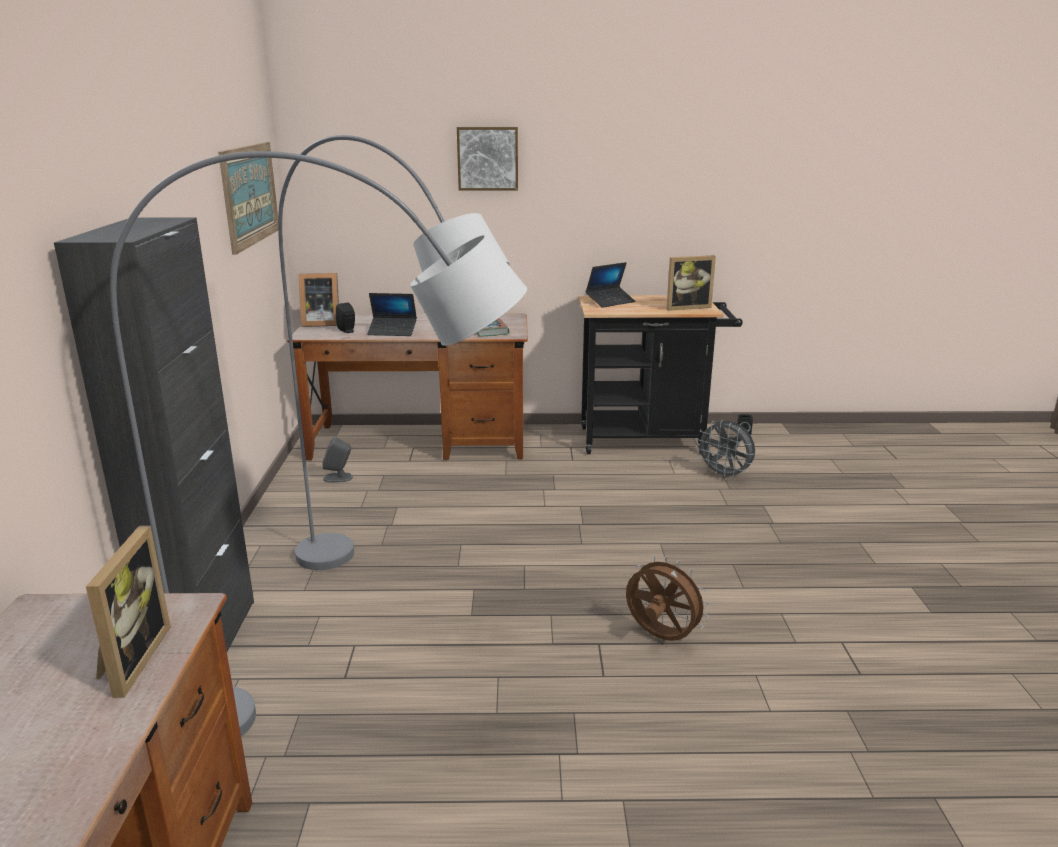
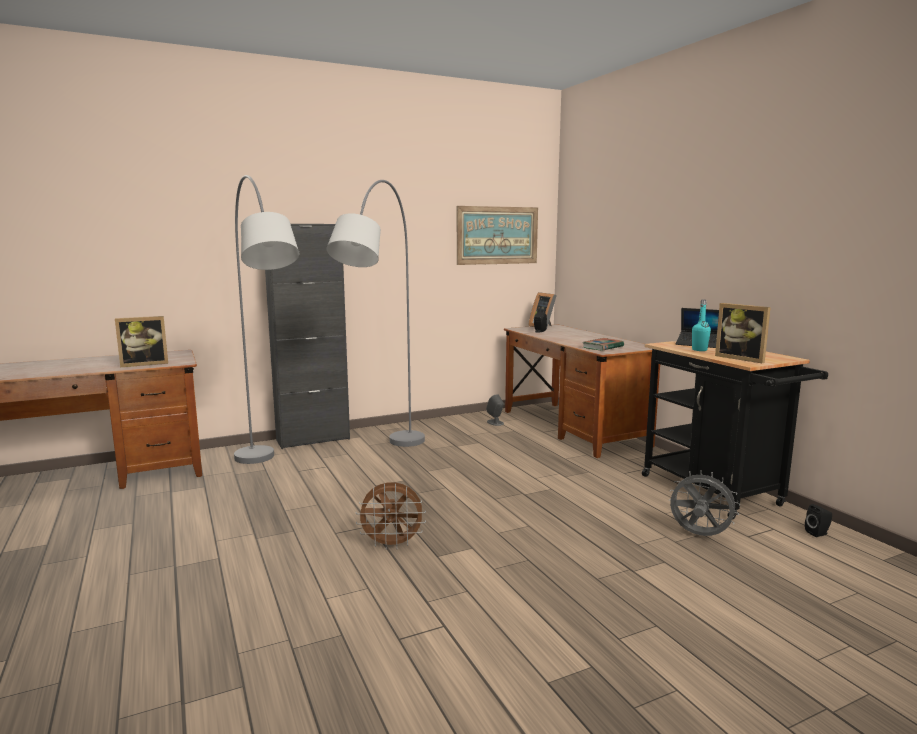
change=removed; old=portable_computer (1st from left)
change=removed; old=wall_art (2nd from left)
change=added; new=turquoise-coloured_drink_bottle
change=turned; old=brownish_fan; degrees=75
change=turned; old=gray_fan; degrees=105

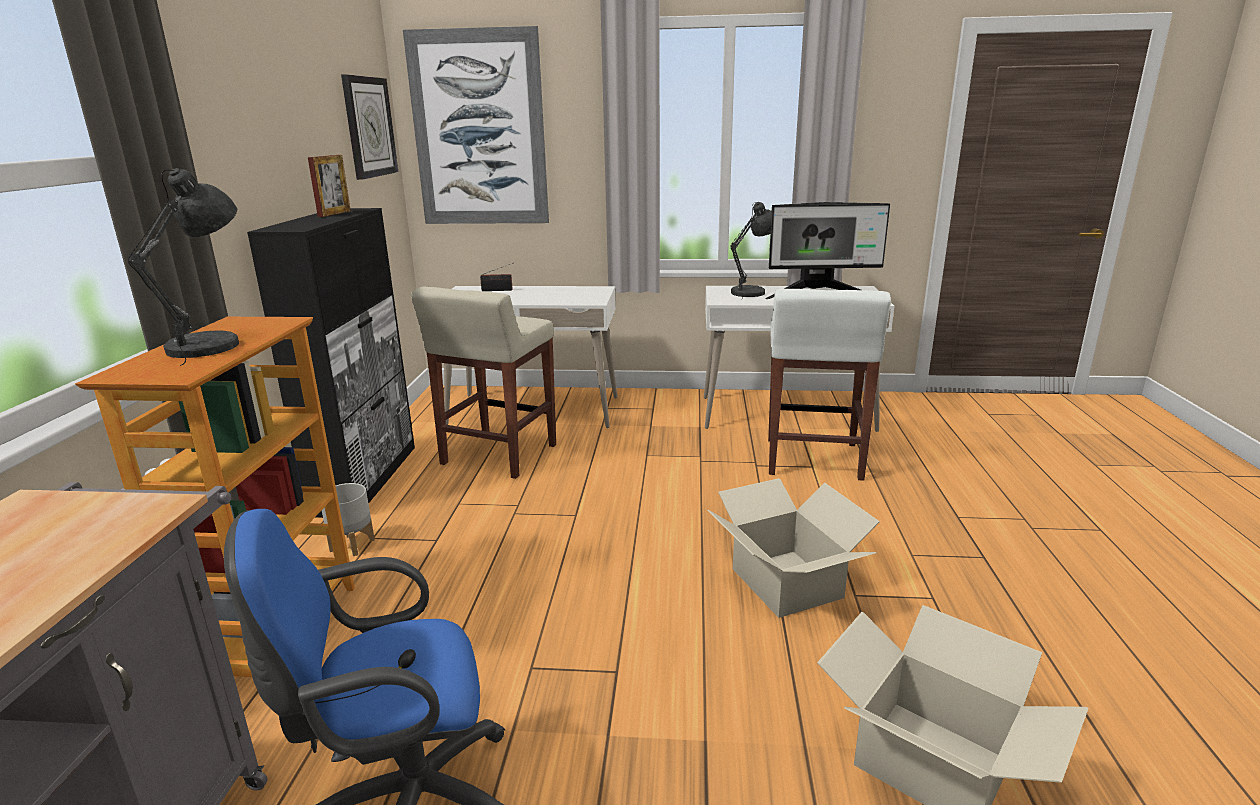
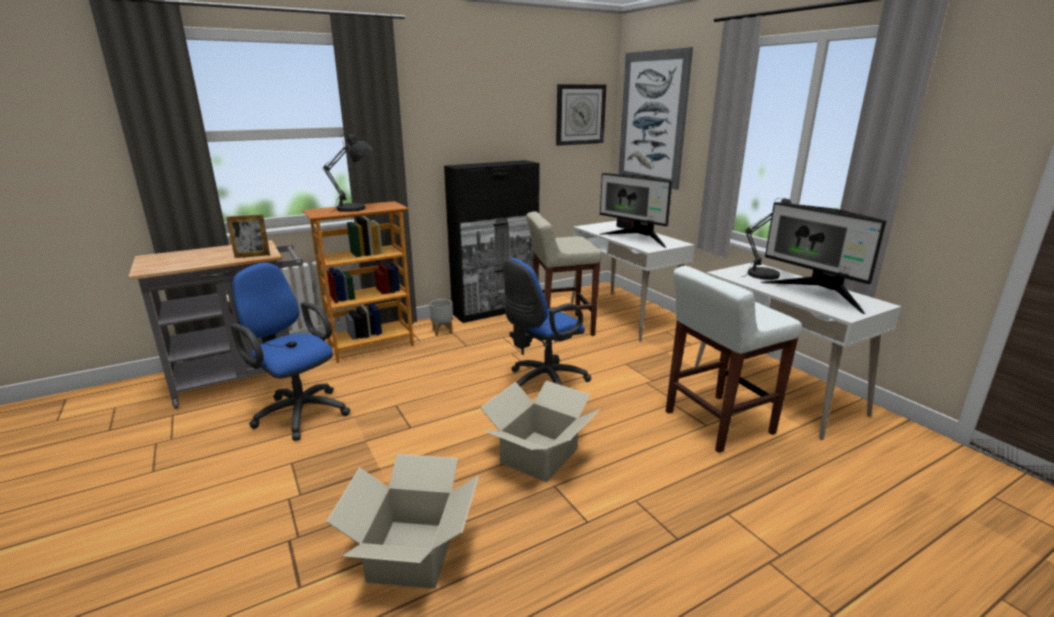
change=added; new=blue-coloured_desk_chair (2nd from left)
change=added; new=computer_display (1st from left)
change=moved; old=photo_frame

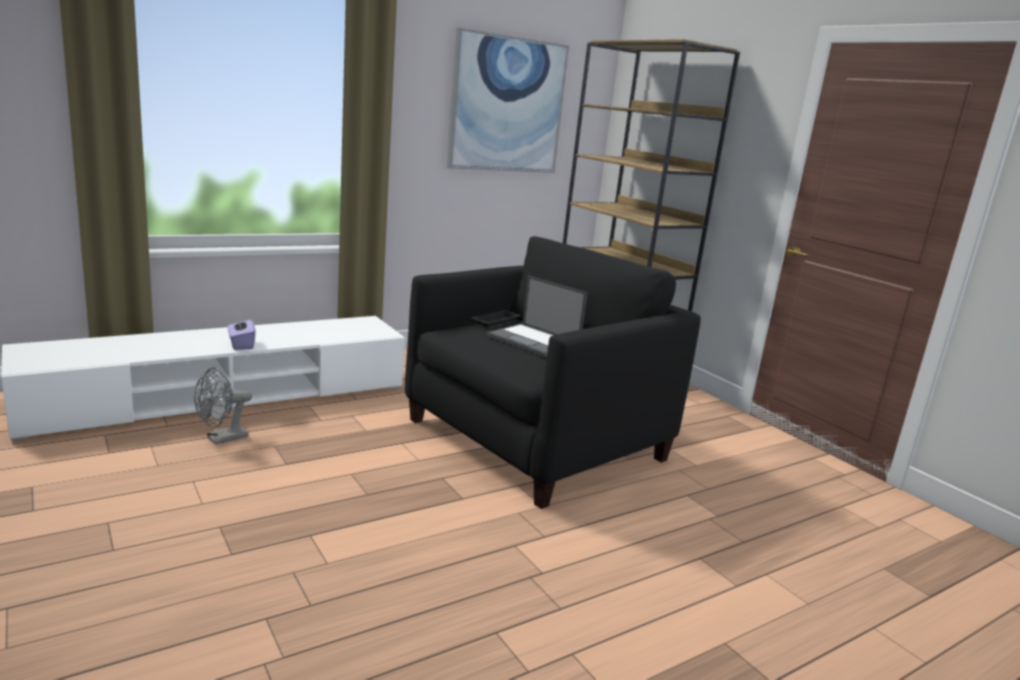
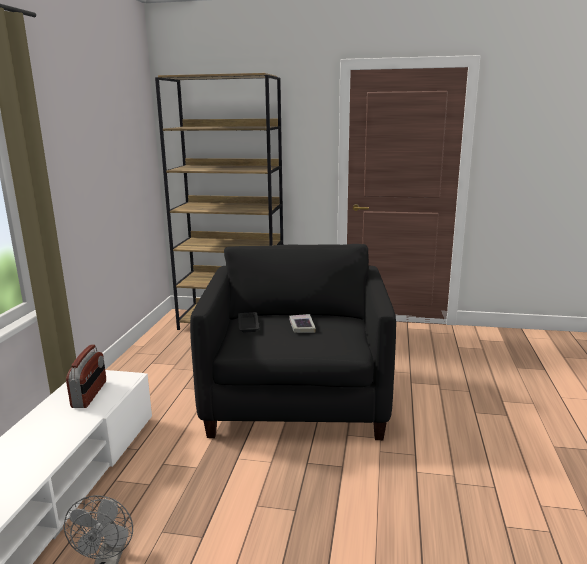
change=removed; old=purple_tissue_box
change=removed; old=wall_art
change=added; new=radio_set
change=replaced; old=portable_computer; new=book

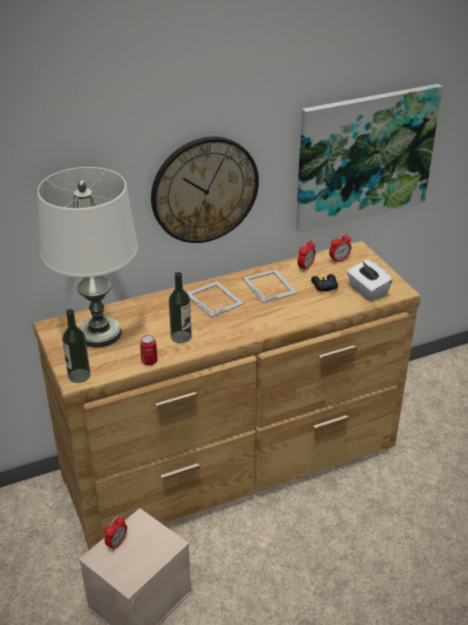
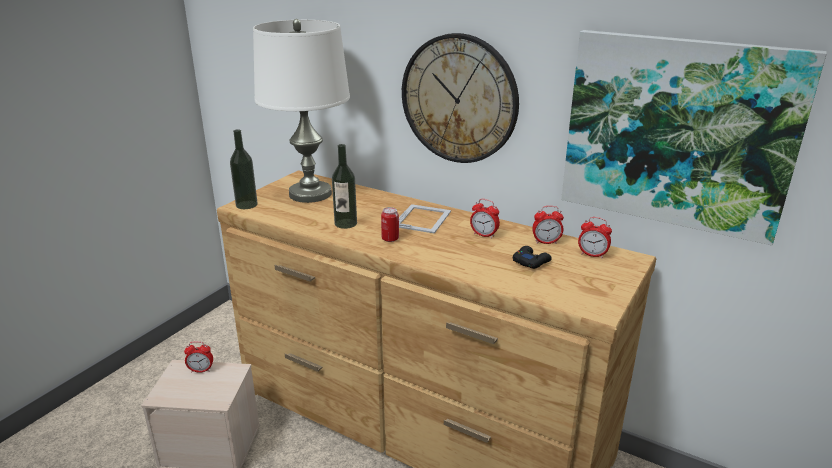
change=removed; old=white_tissue_box
change=moved; old=sealed_can
change=replaced; old=photo_frame (2nd from left); new=alarm_clock (2nd from left)

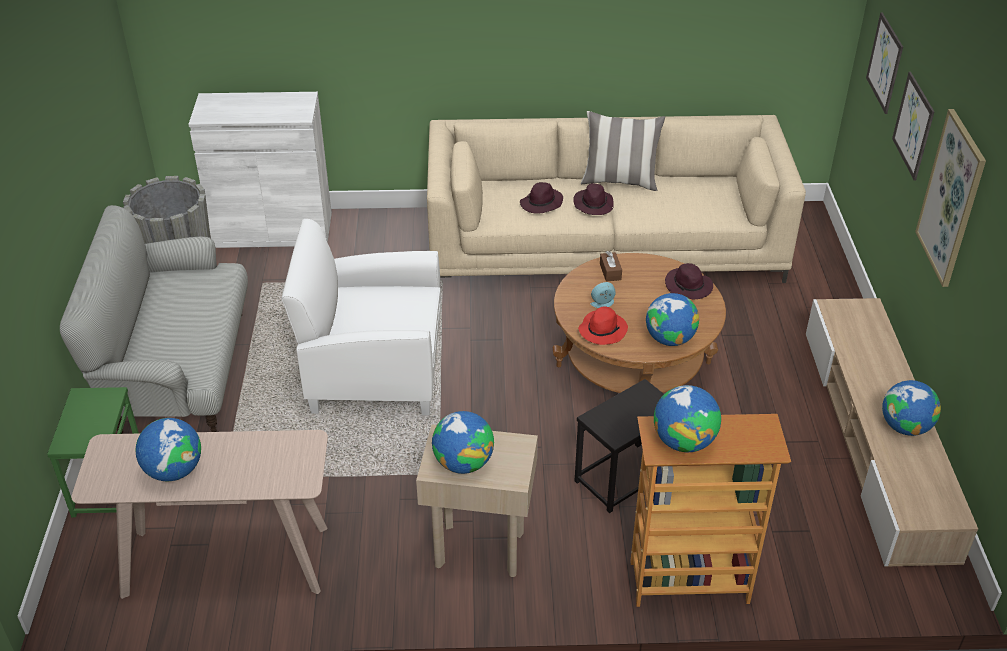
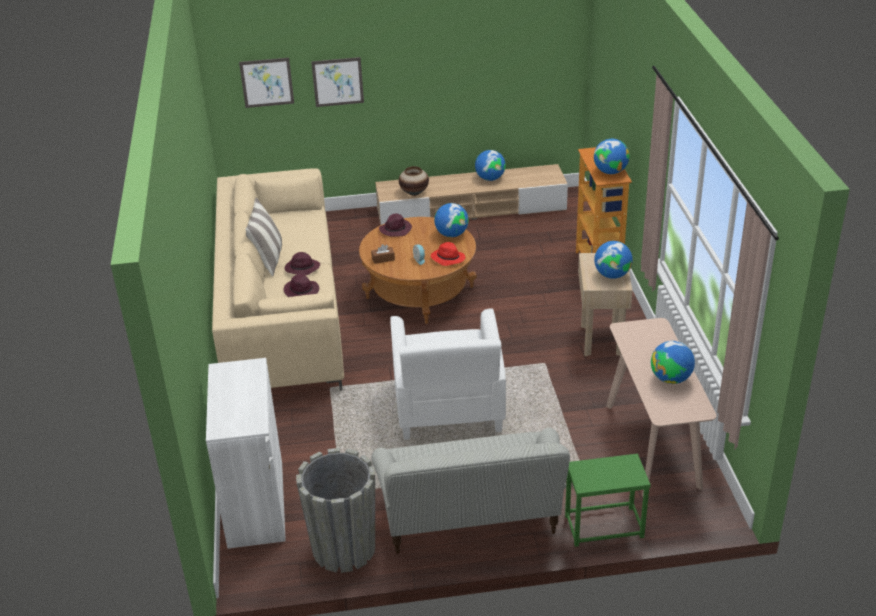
change=removed; old=blackish_accent_table
change=removed; old=wall_art (3rd from left)
change=added; new=vase

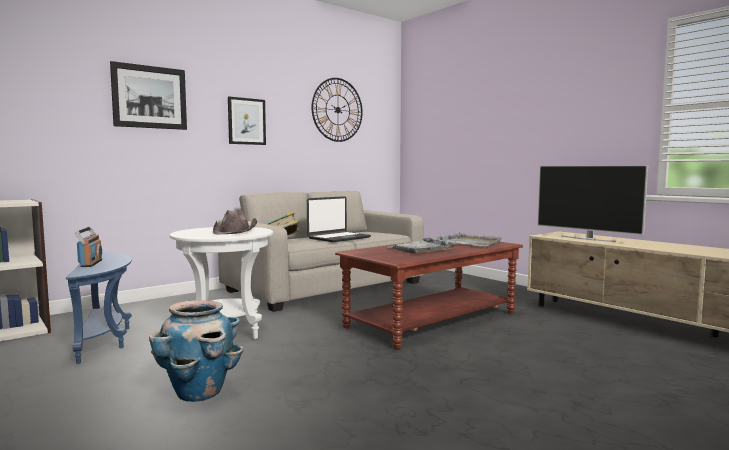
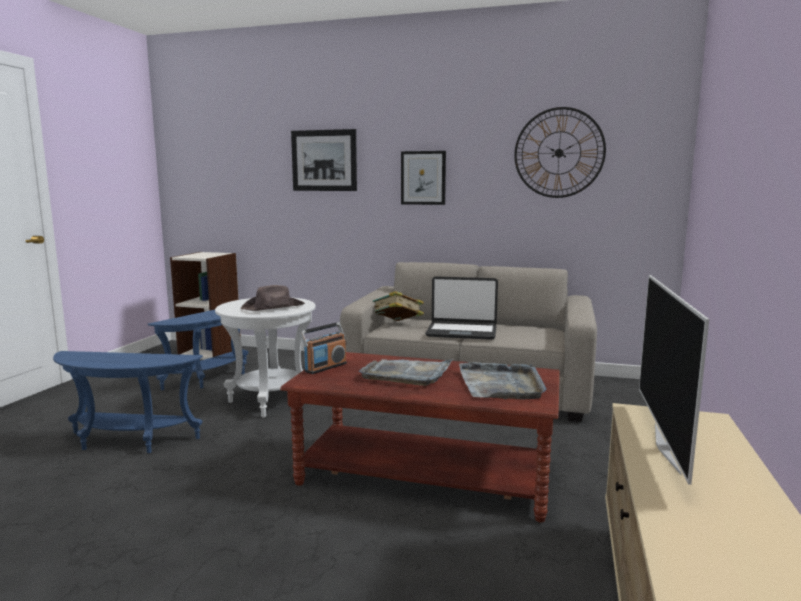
change=moved; old=radio_set
change=replaced; old=flower_pot; new=blue-coloured_accent_table (1st from left)

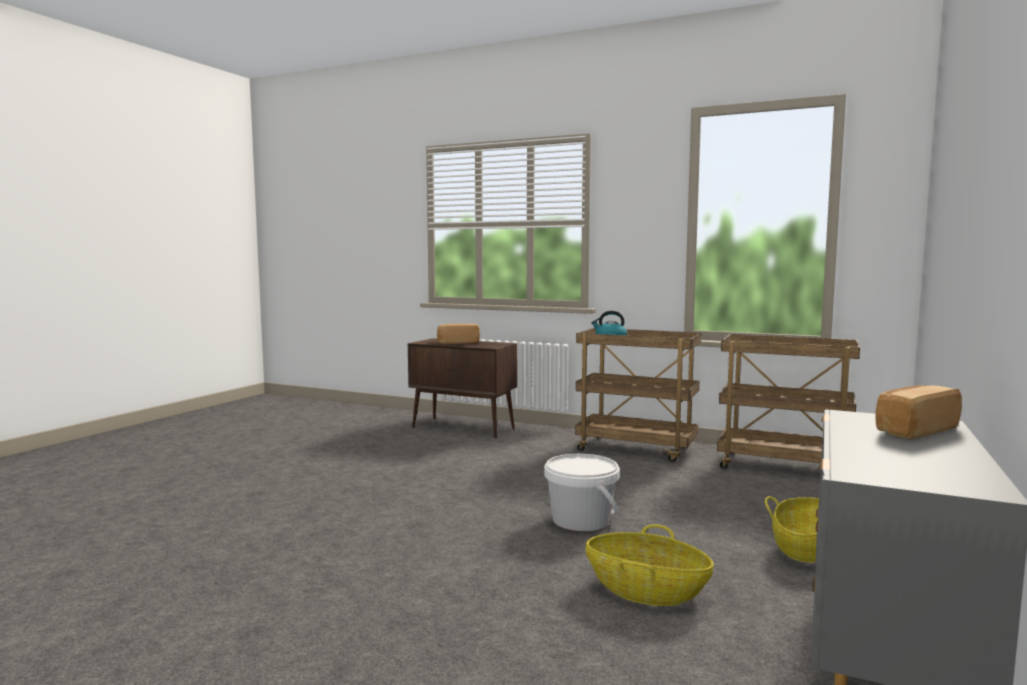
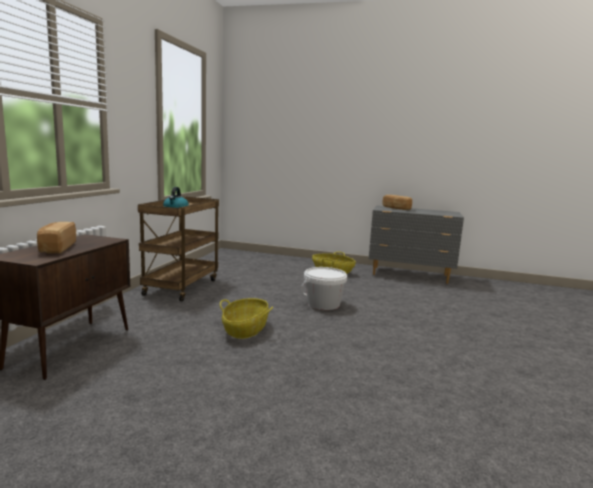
change=removed; old=brownish_trolley (2nd from left)
change=moved; old=basket (1st from left)

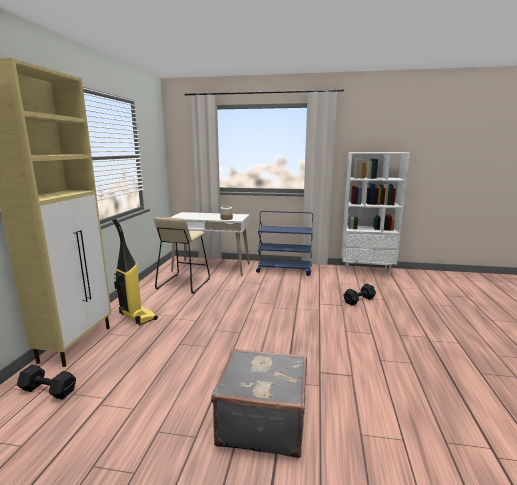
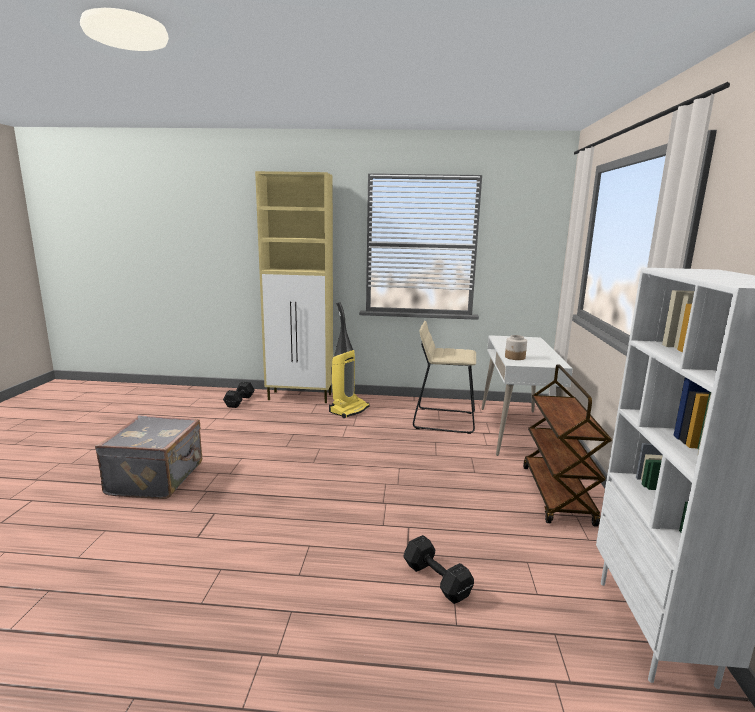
change=recoloured; old=blue-coloured_trolley; new=brownish_trolley

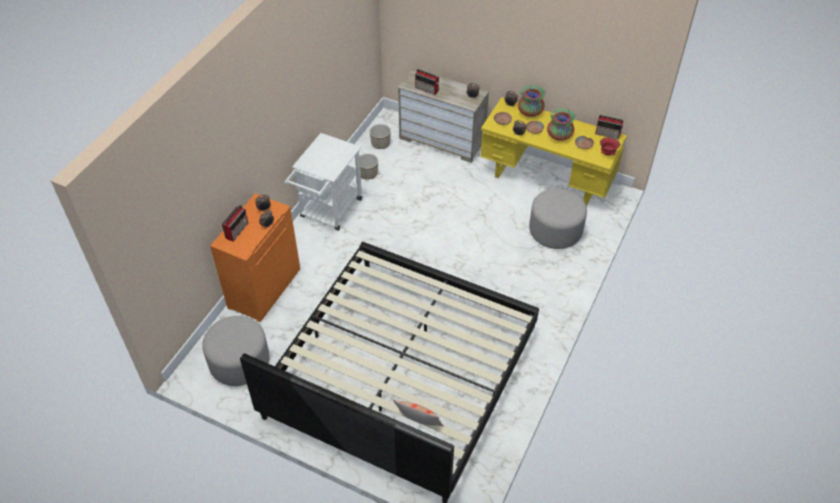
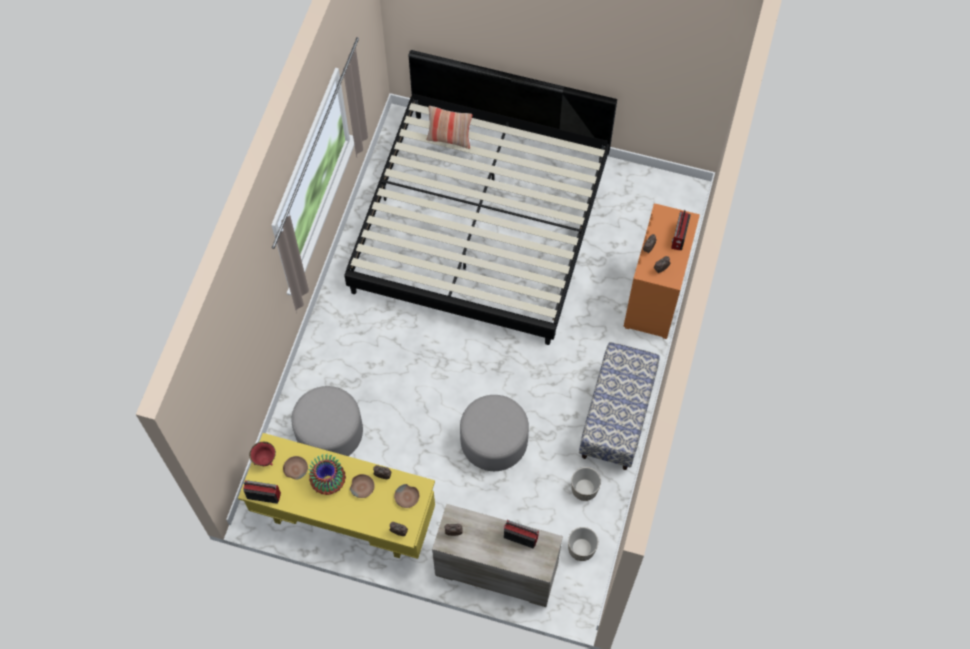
change=removed; old=vase (1st from left)
change=moved; old=gray_ottoman (1st from left in the first image); new=gray_ottoman (2nd from left)
change=replaced; old=white_trolley; new=bench

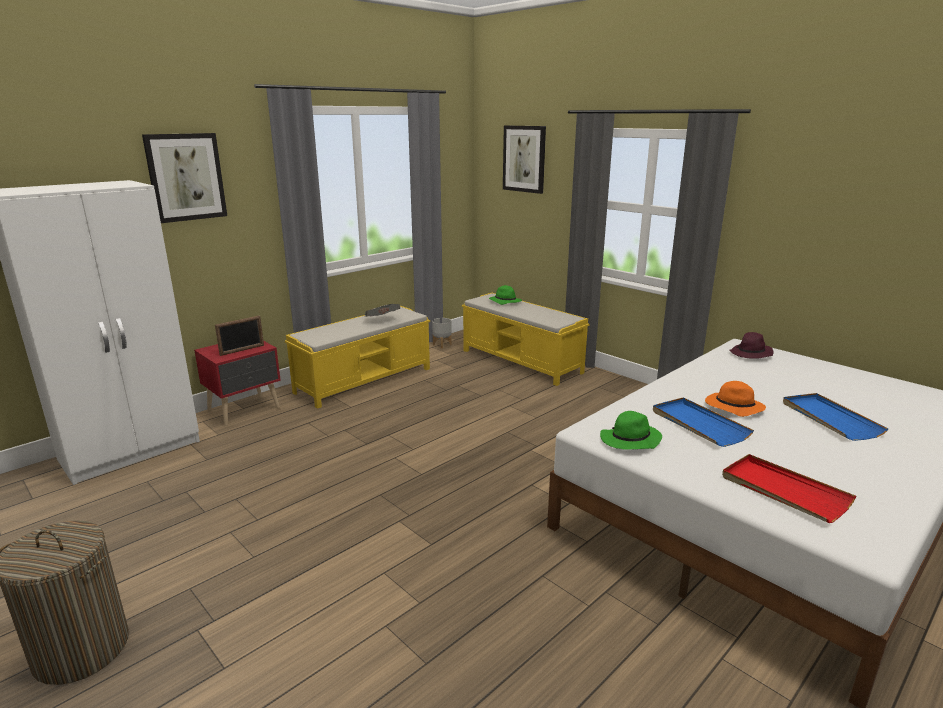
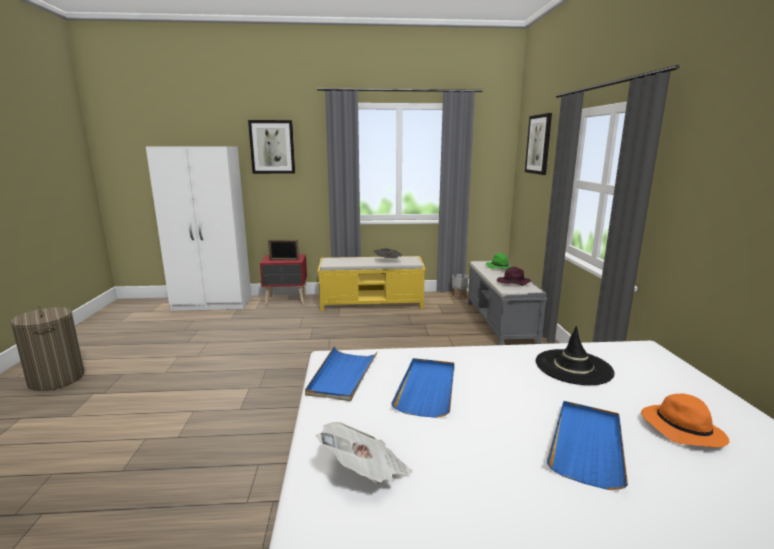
change=added; new=blackish_wearable_hat
change=moved; old=orange-coloured_wearable_hat
change=moved; old=purple_wearable_hat
change=replaced; old=green_wearable_hat (2nd from left); new=blue-coloured_carrying_tray (1st from left)
change=replaced; old=red-coloured_carrying_tray; new=newspaper (1st from left)
change=recoloured; old=yellow-coloured_bench (2nd from left); new=gray_bench

